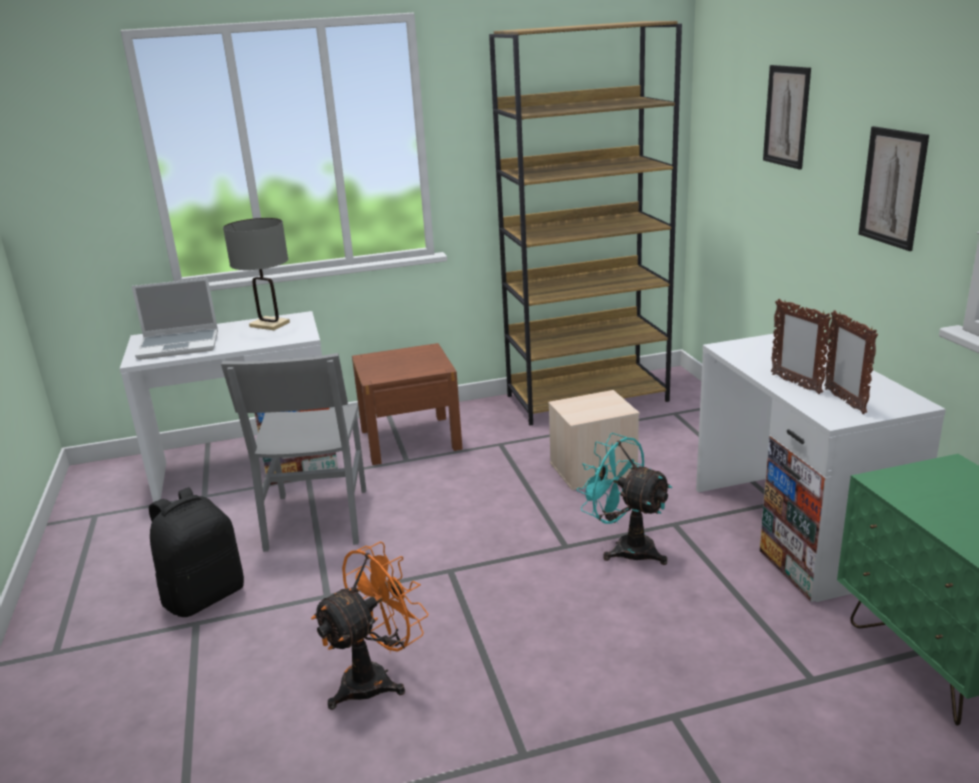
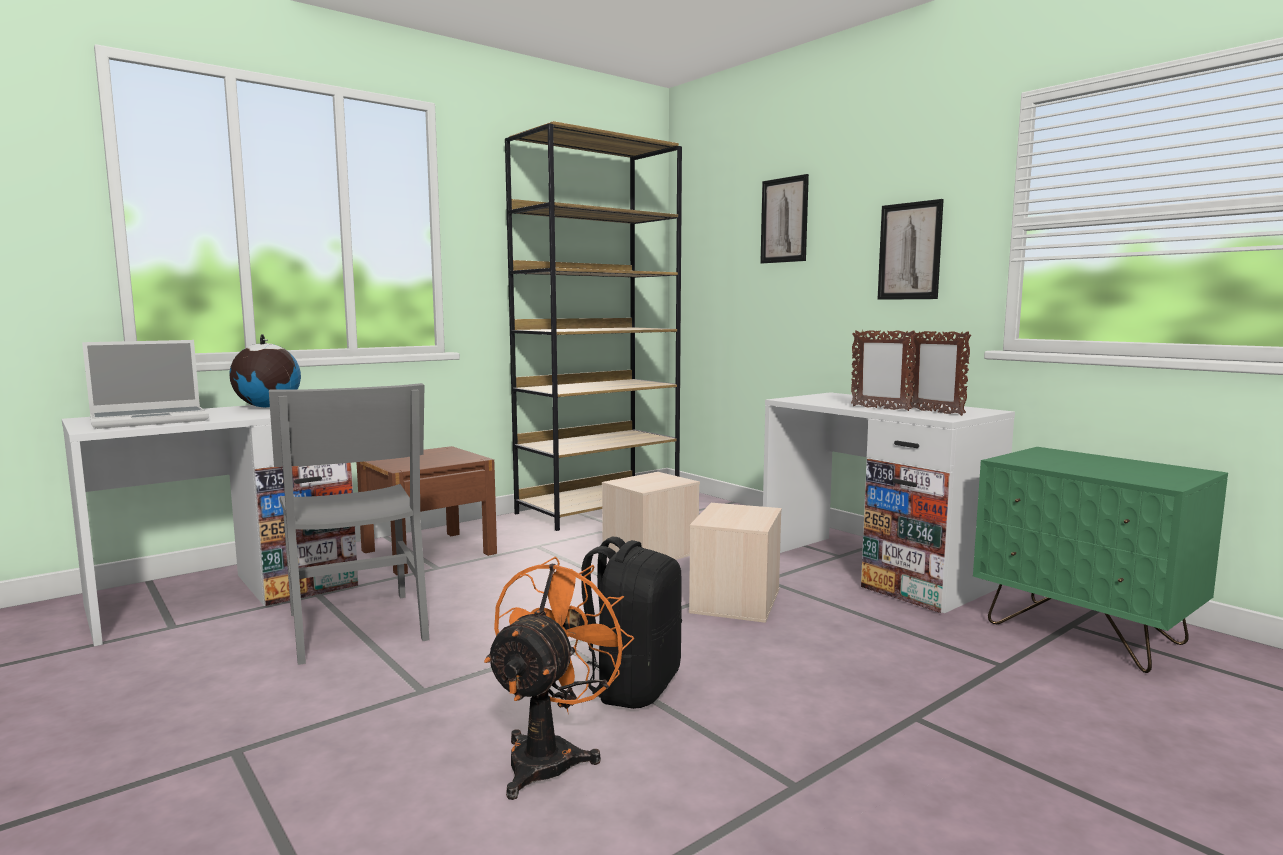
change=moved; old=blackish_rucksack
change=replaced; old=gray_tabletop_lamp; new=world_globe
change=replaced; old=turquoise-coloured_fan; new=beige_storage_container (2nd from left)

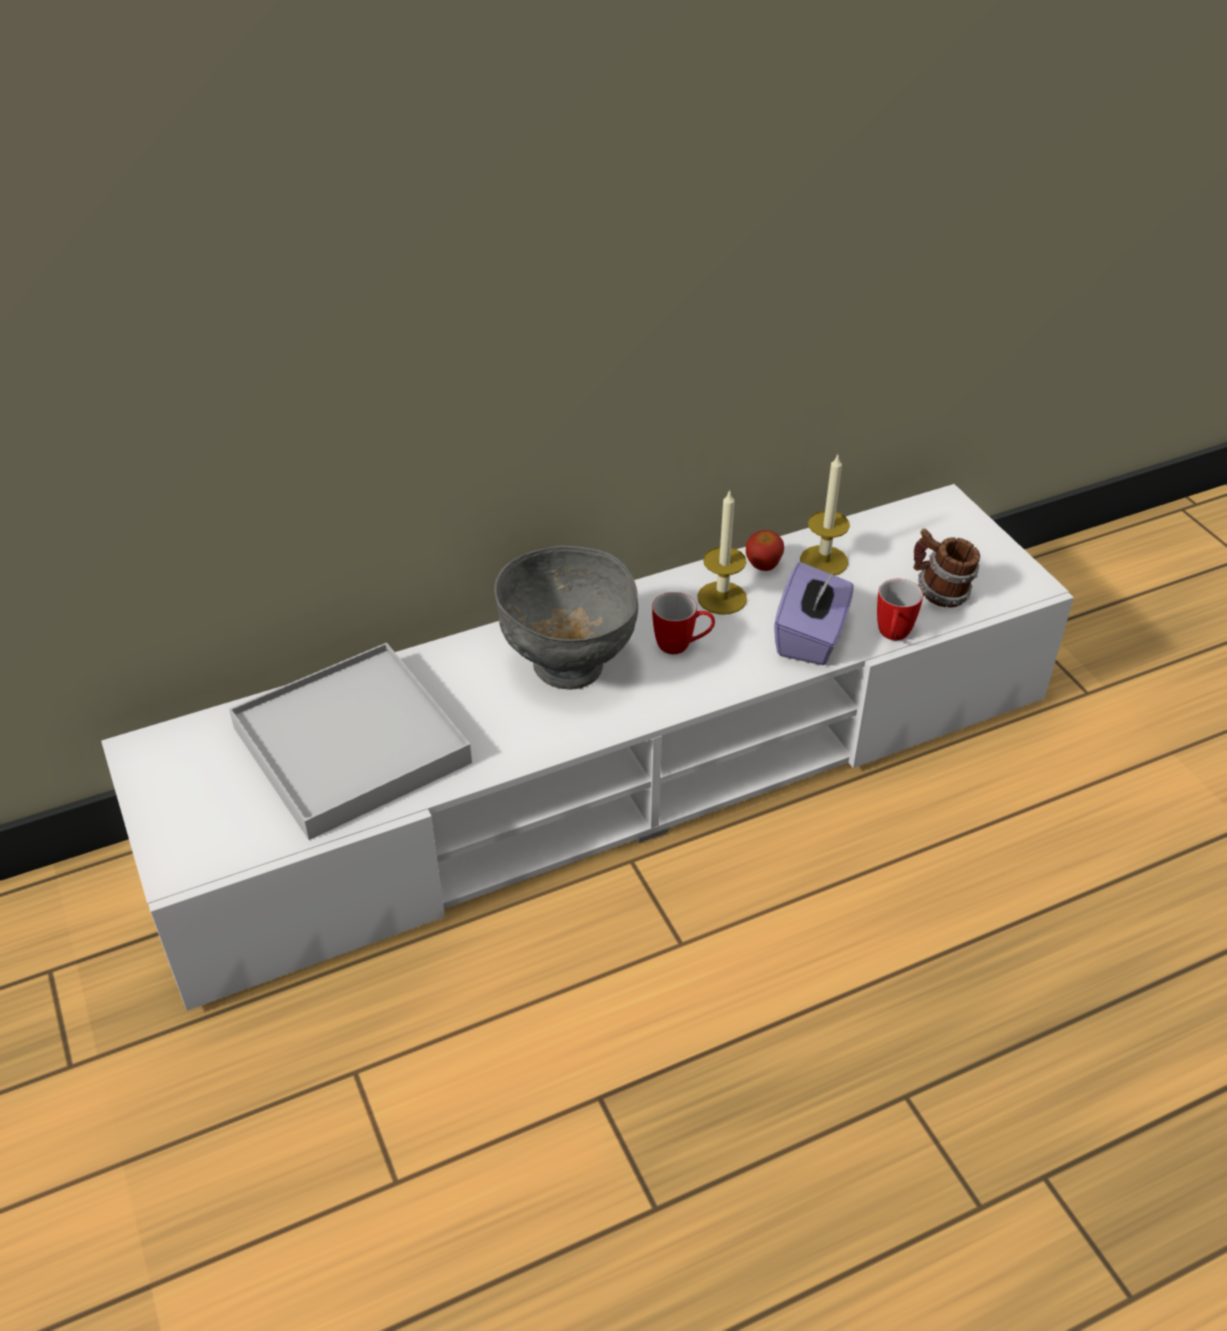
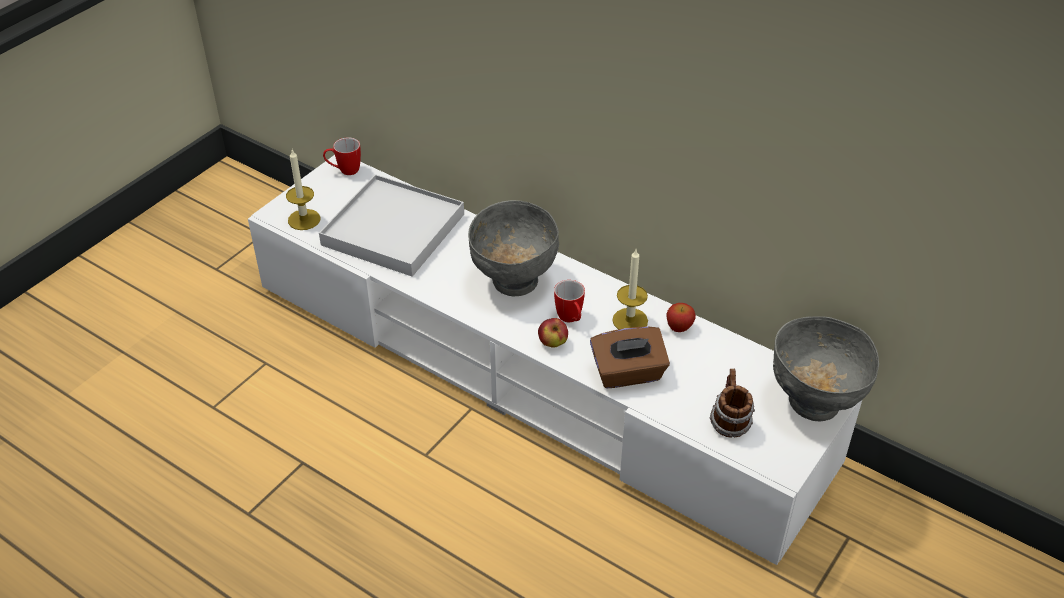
change=added; new=whole_apple (1st from left)
change=added; new=gray_deep_dish (2nd from left)
change=moved; old=wax_light (2nd from left in the first image); new=wax_light (1st from left)
change=moved; old=mug (2nd from left in the first image); new=mug (1st from left)
change=recoloured; old=purple_tissue_box; new=brownish_tissue_box

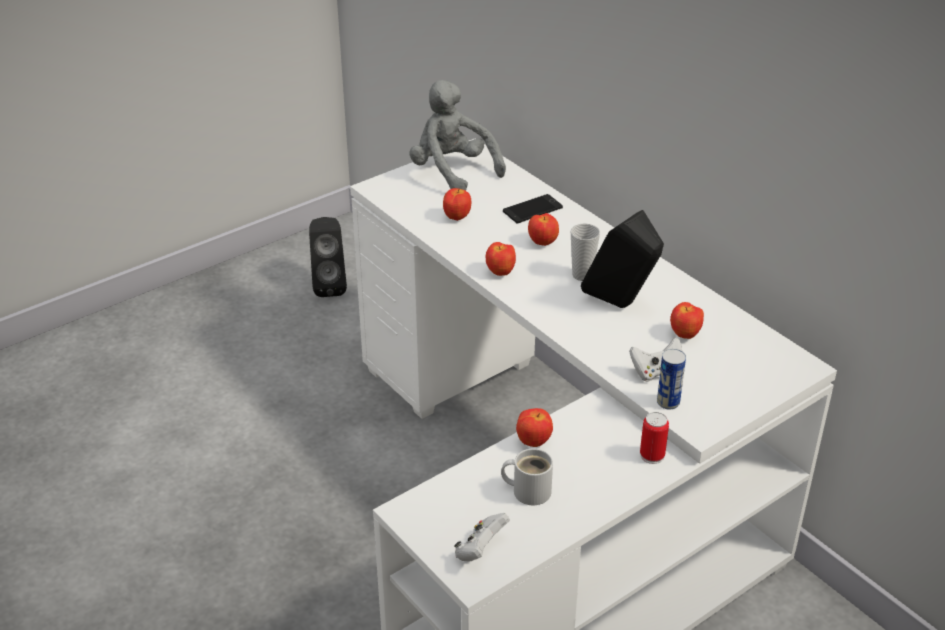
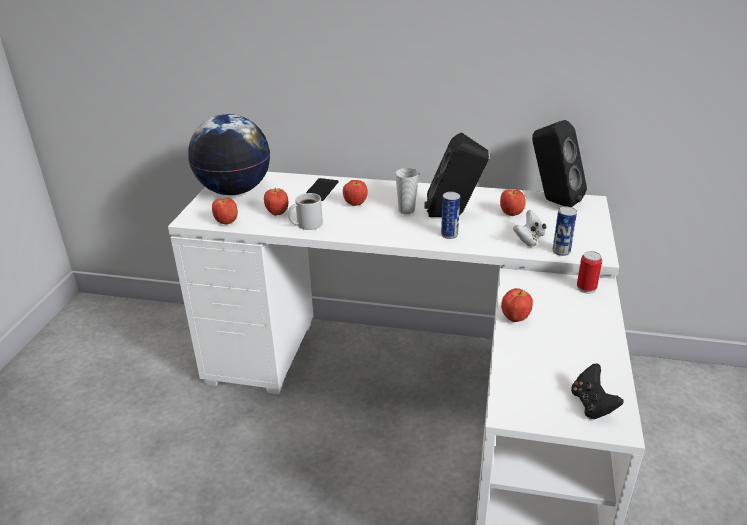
change=added; new=sealed_can (1st from left)
change=moved; old=blackish_speaker (1st from left in the first image); new=blackish_speaker (2nd from left)
change=moved; old=whole_apple (2nd from left in the first image); new=whole_apple (1st from left)
change=moved; old=white_mug
change=replaced; old=gray_plush_toy; new=world_globe
change=recoloured; old=white_gamepad (1st from left); new=blackish_gamepad

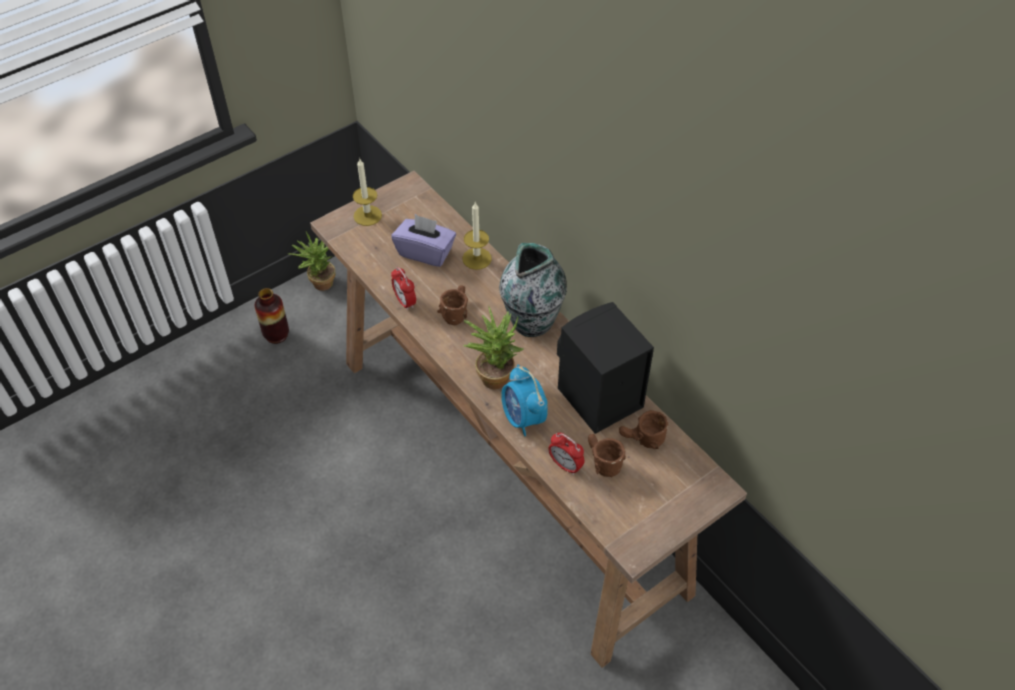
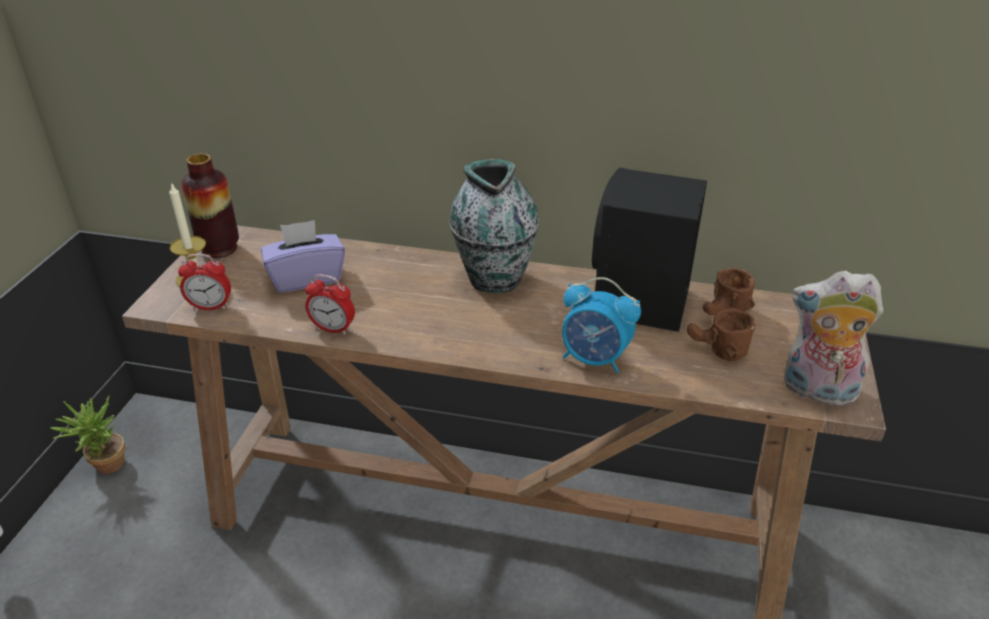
change=removed; old=brownish_mug (1st from left)
change=removed; old=wax_light (2nd from left)
change=removed; old=plant_in_a_pot (2nd from left)
change=added; new=plush_toy
change=moved; old=vase (1st from left)
change=moved; old=alarm_clock (3rd from left in the first image); new=alarm_clock (1st from left)

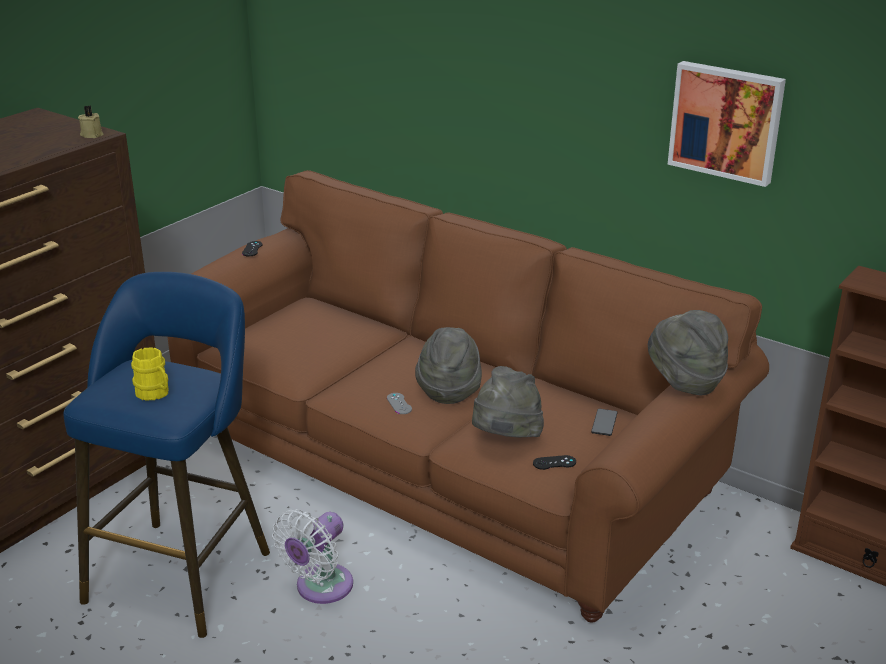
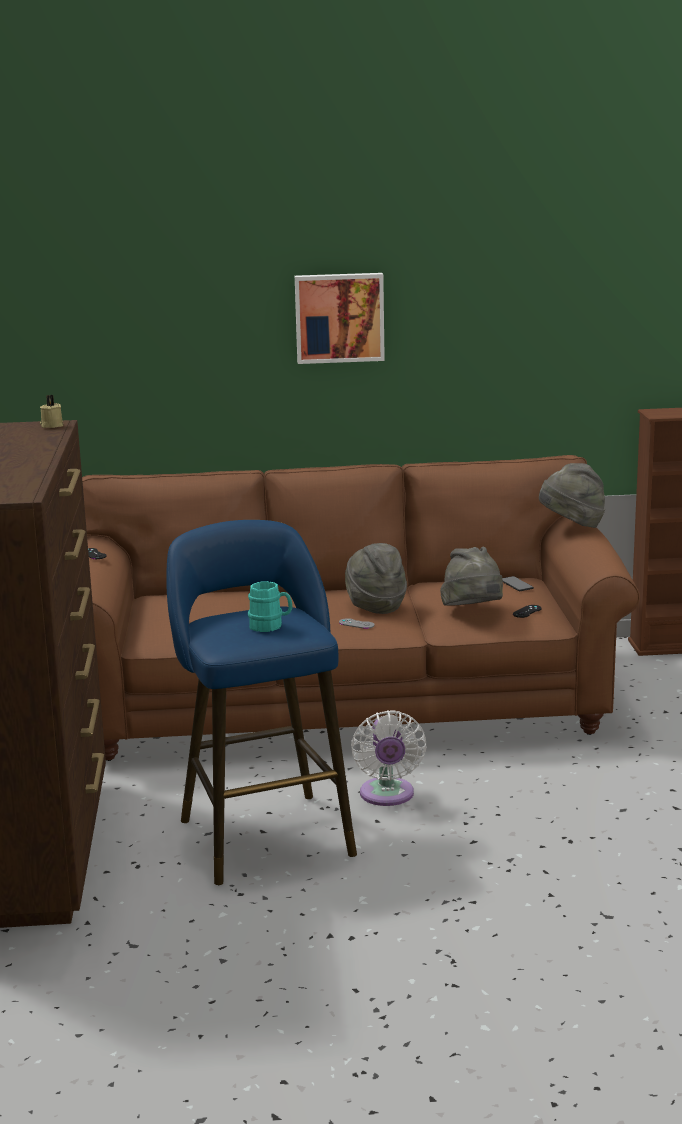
change=moved; old=wall_art
change=recoloured; old=yellow-coloured_mug; new=turquoise-coloured_mug

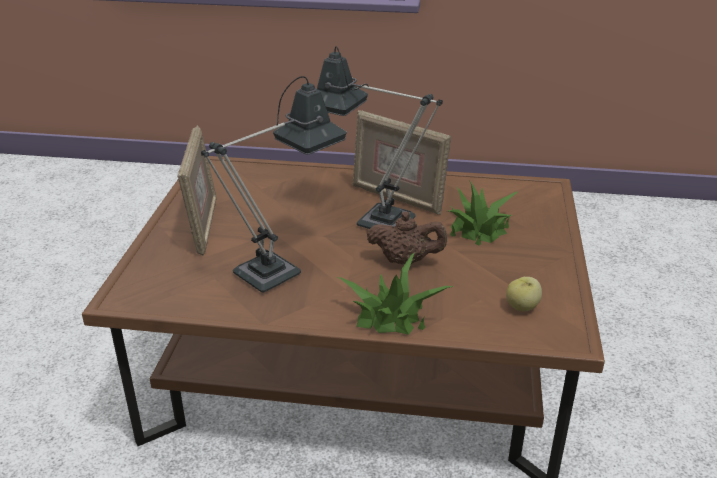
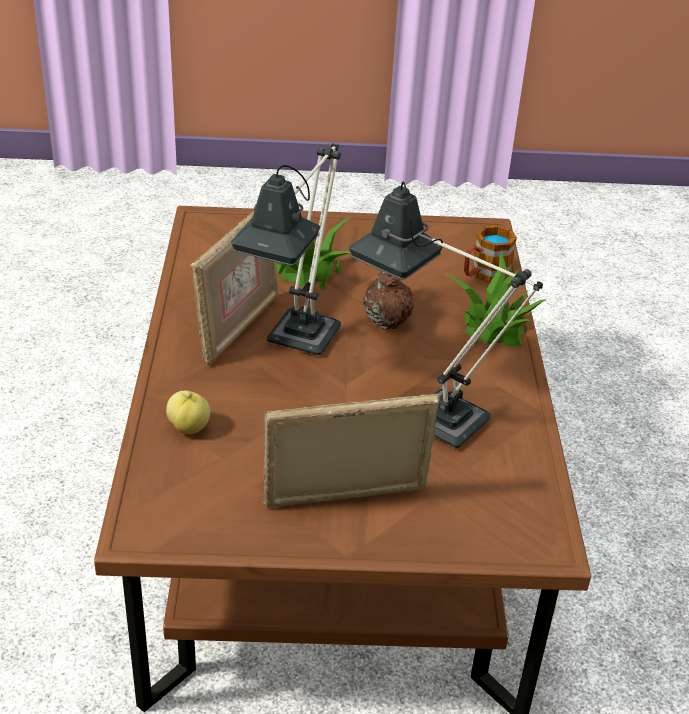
change=added; new=mug
change=moved; old=whole_apple

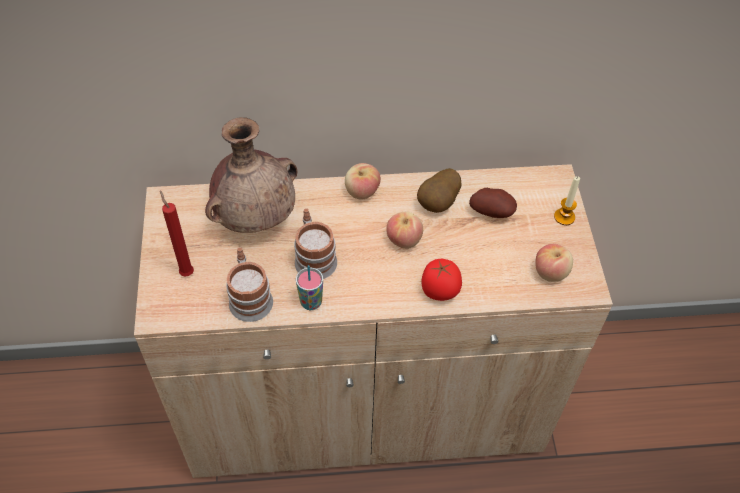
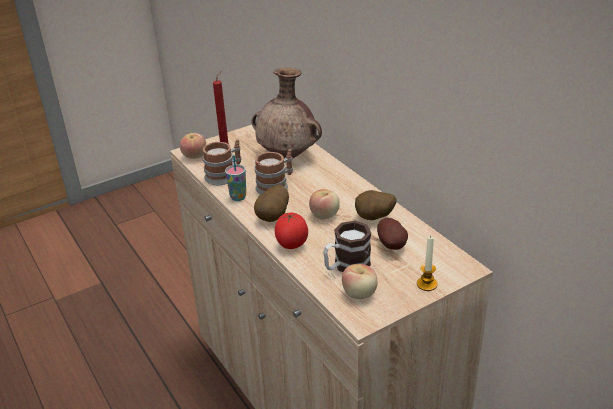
change=added; new=spud (1st from left)
change=added; new=mug (3rd from left)
change=moved; old=whole_apple (1st from left)

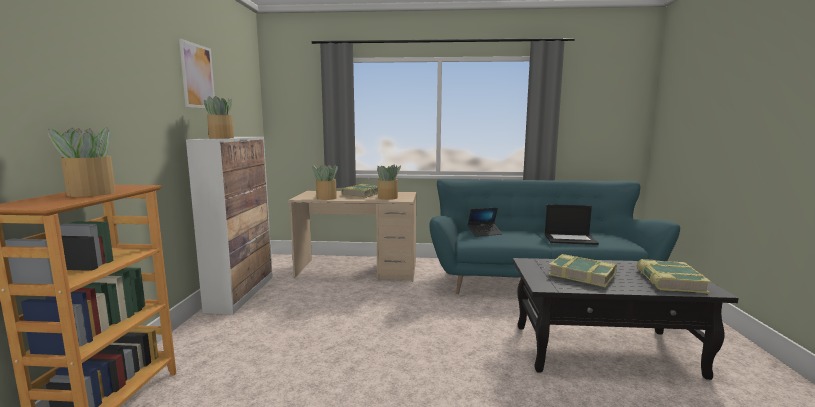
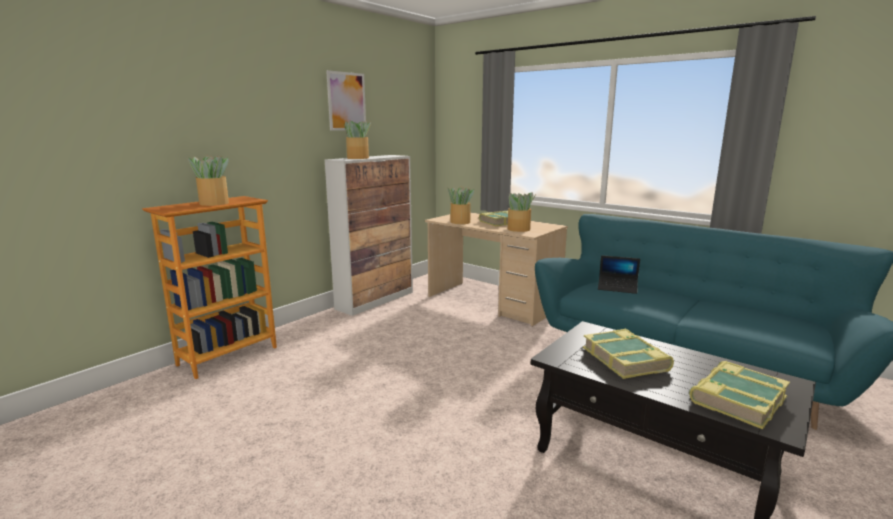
change=removed; old=portable_computer (2nd from left)

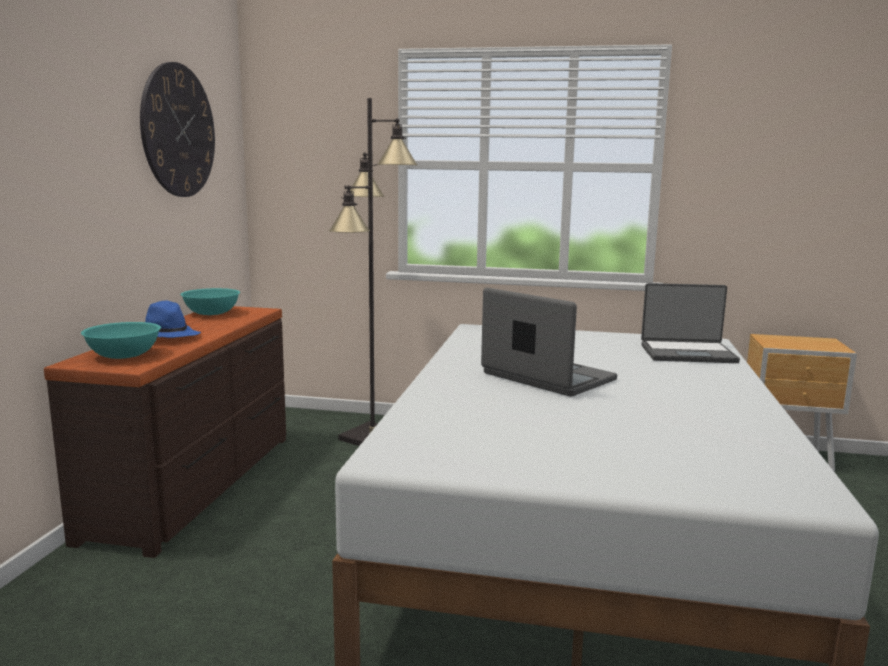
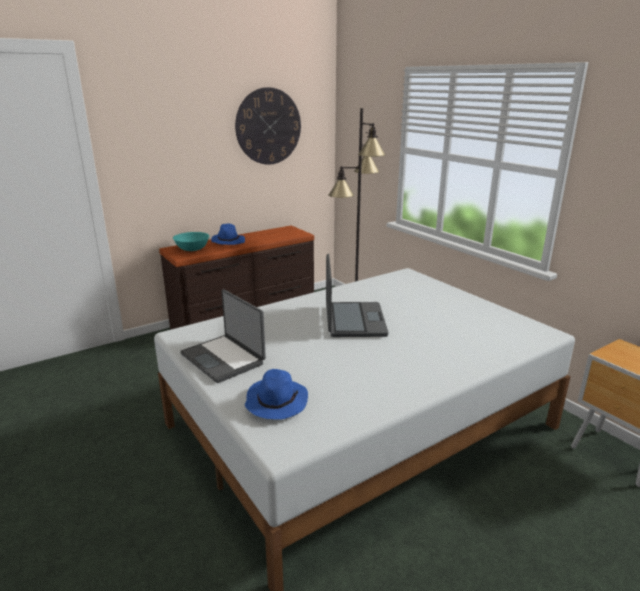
change=removed; old=turquoise-coloured_deep_dish (2nd from left)
change=added; new=blue-coloured_wearable_hat (2nd from left)
change=moved; old=portable_computer (2nd from left in the first image); new=portable_computer (1st from left)

